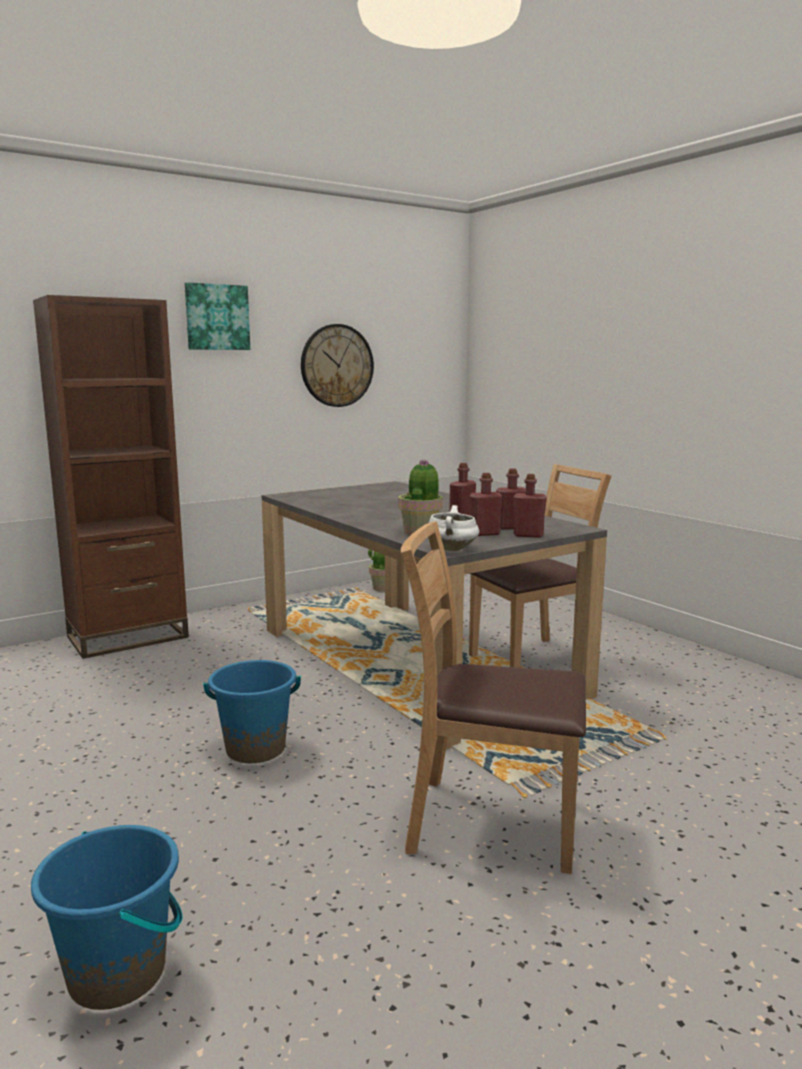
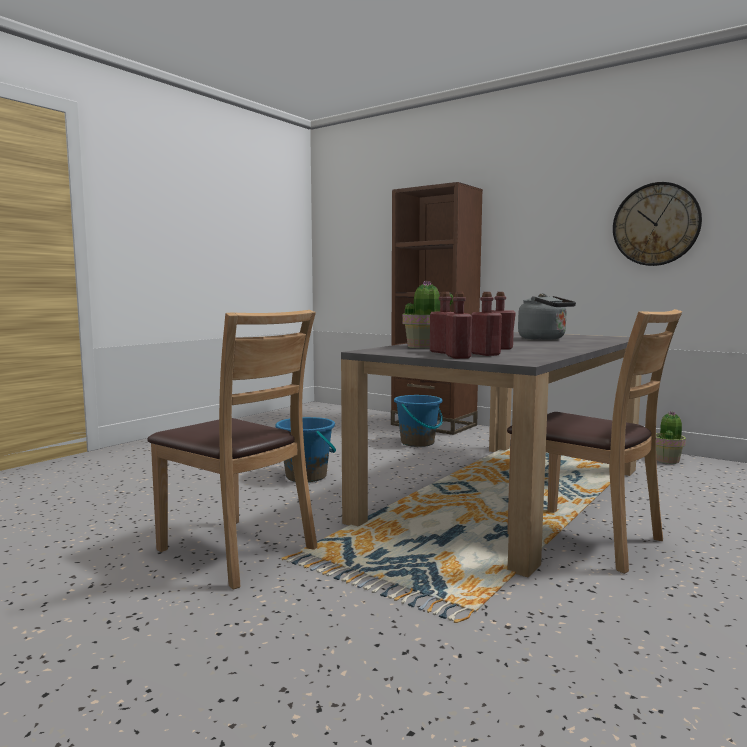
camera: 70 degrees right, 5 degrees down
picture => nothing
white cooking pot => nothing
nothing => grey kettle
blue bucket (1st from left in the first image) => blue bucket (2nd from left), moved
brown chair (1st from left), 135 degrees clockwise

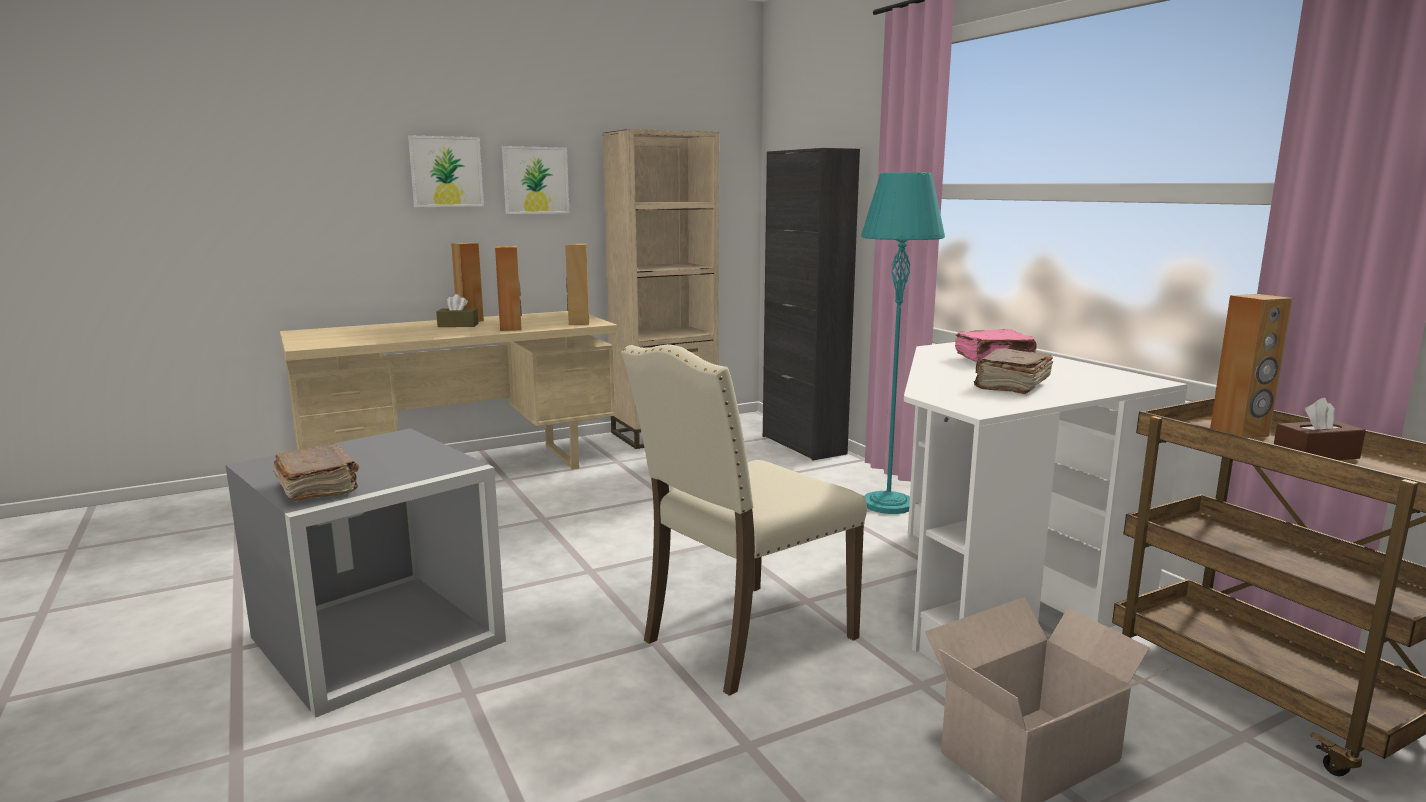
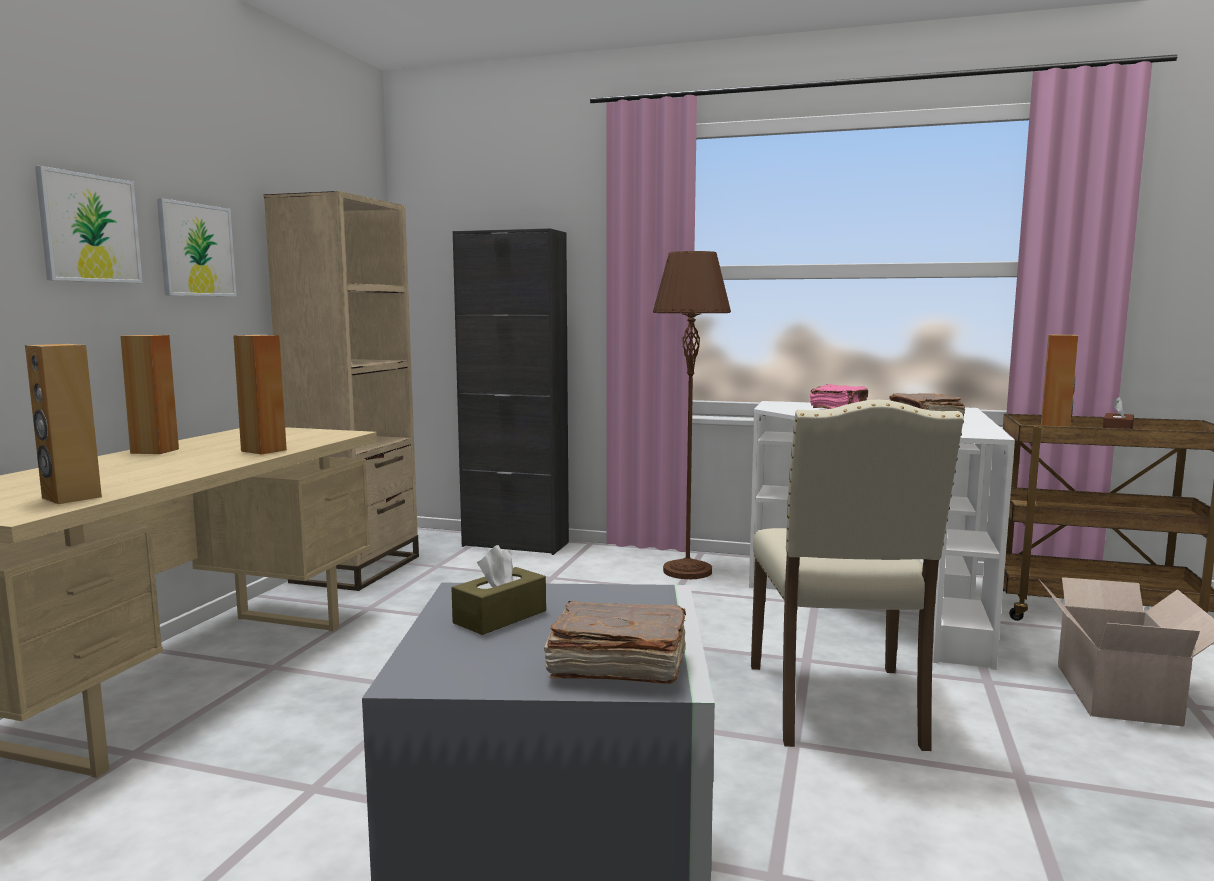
camera: 45 degrees left, 5 degrees down
brown tissue box (1st from left), moved
brown speaker (3rd from left in the first image) => brown speaker (1st from left), moved
turquoise floor lamp => brown floor lamp

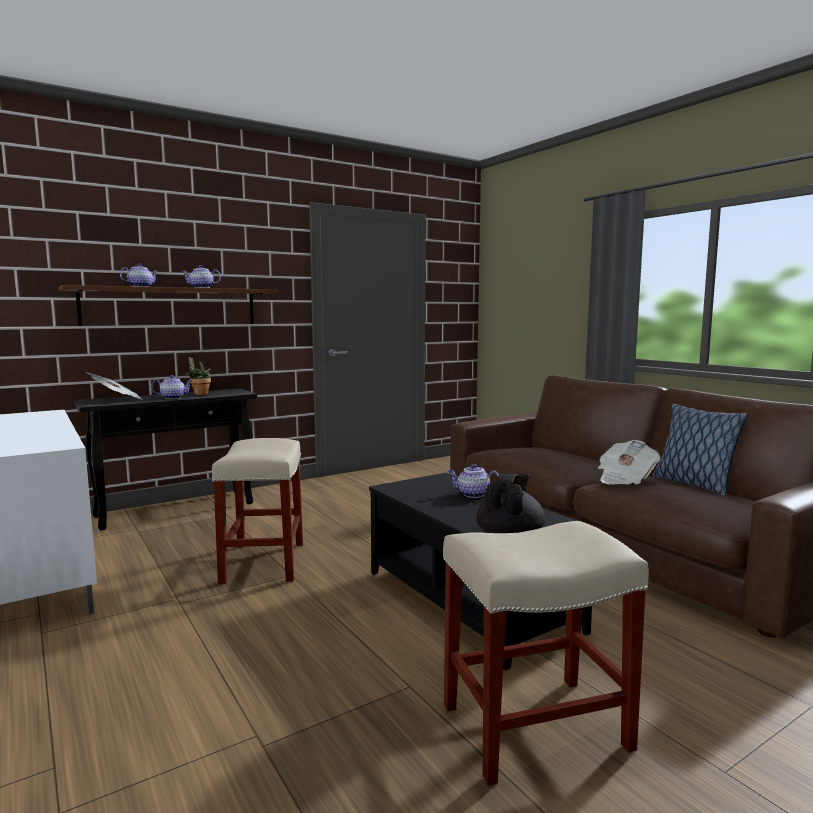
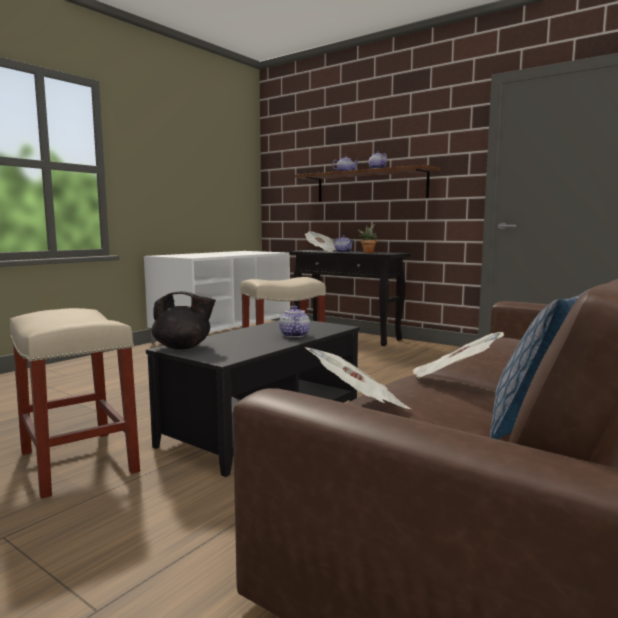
camera: 70 degrees right, 0 degrees up
nothing => newspaper (2nd from left)

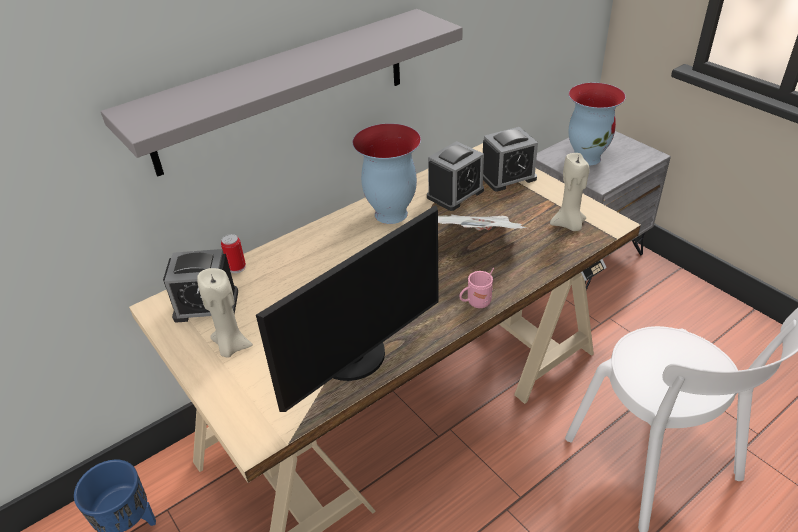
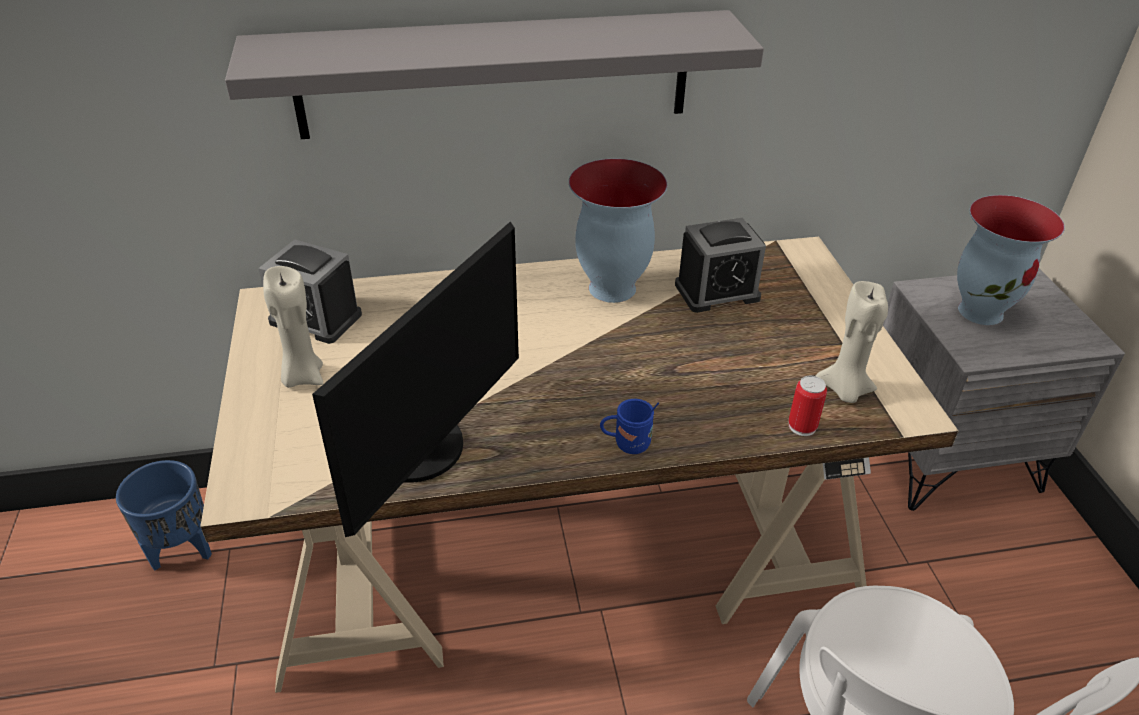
camera: 25 degrees right, 0 degrees up
newspaper => nothing
alarm clock (3rd from left) => nothing
can, moved
pink mug => blue mug
monitor, 45 degrees counterclockwise

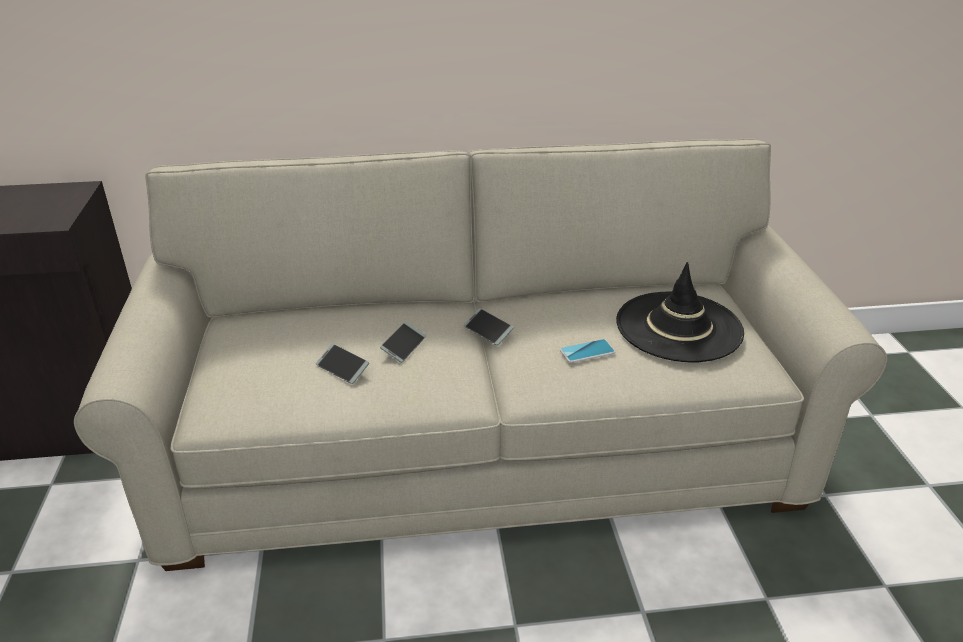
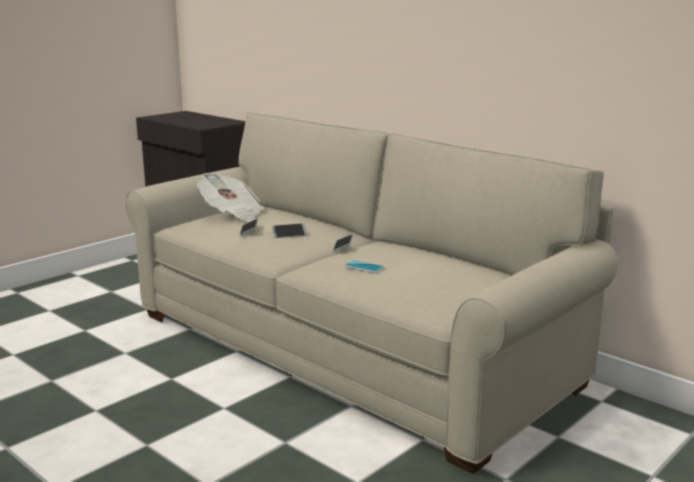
camera: 50 degrees right, 15 degrees down
black hat => nothing
nothing => newspaper

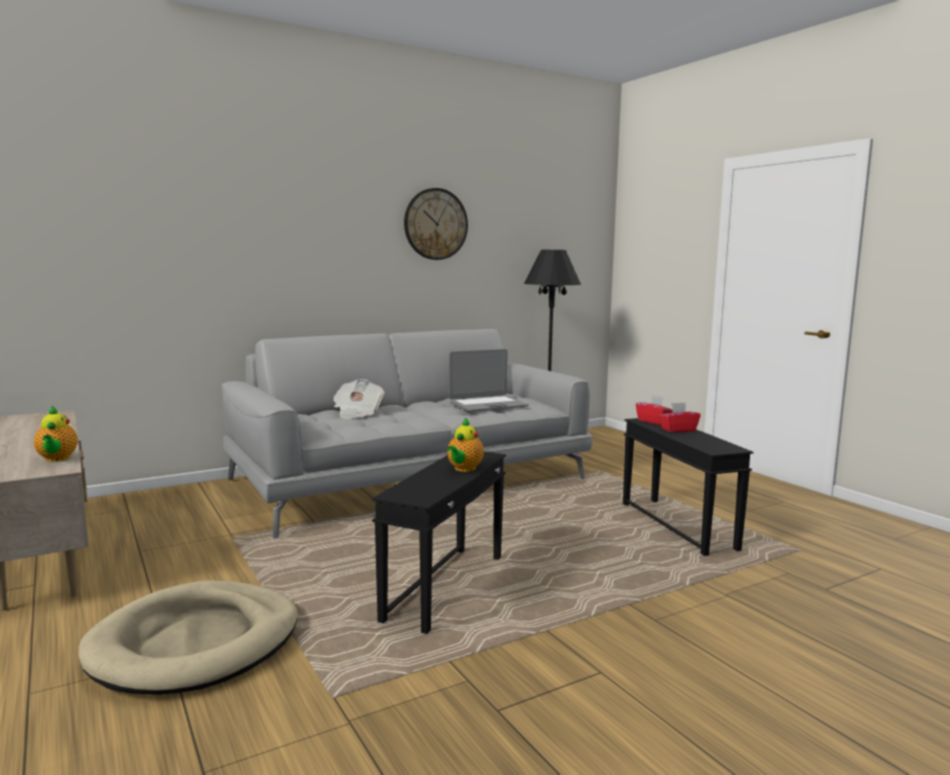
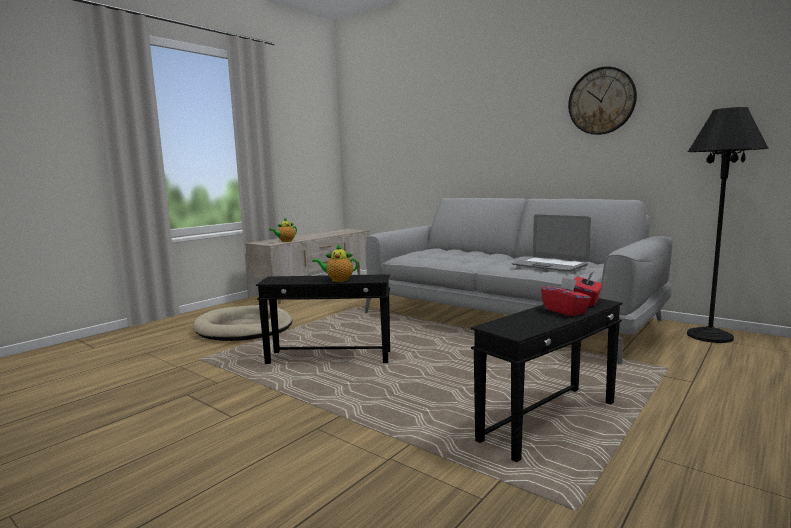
camera: 70 degrees right, 0 degrees up
newspaper => nothing

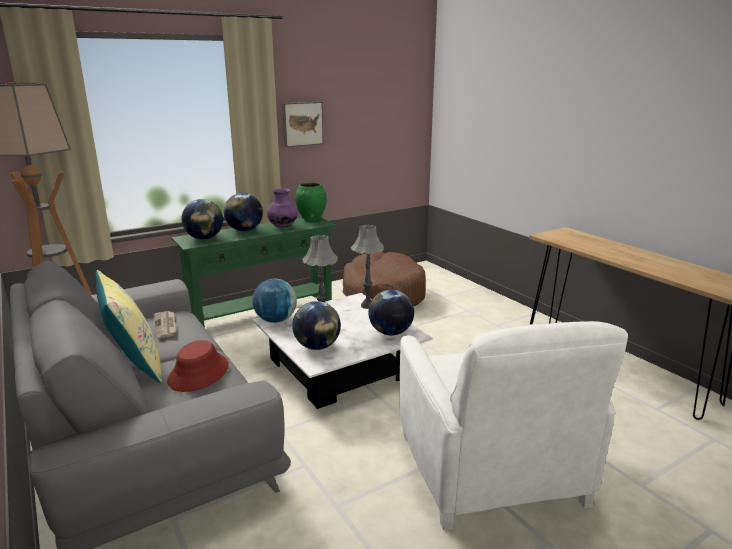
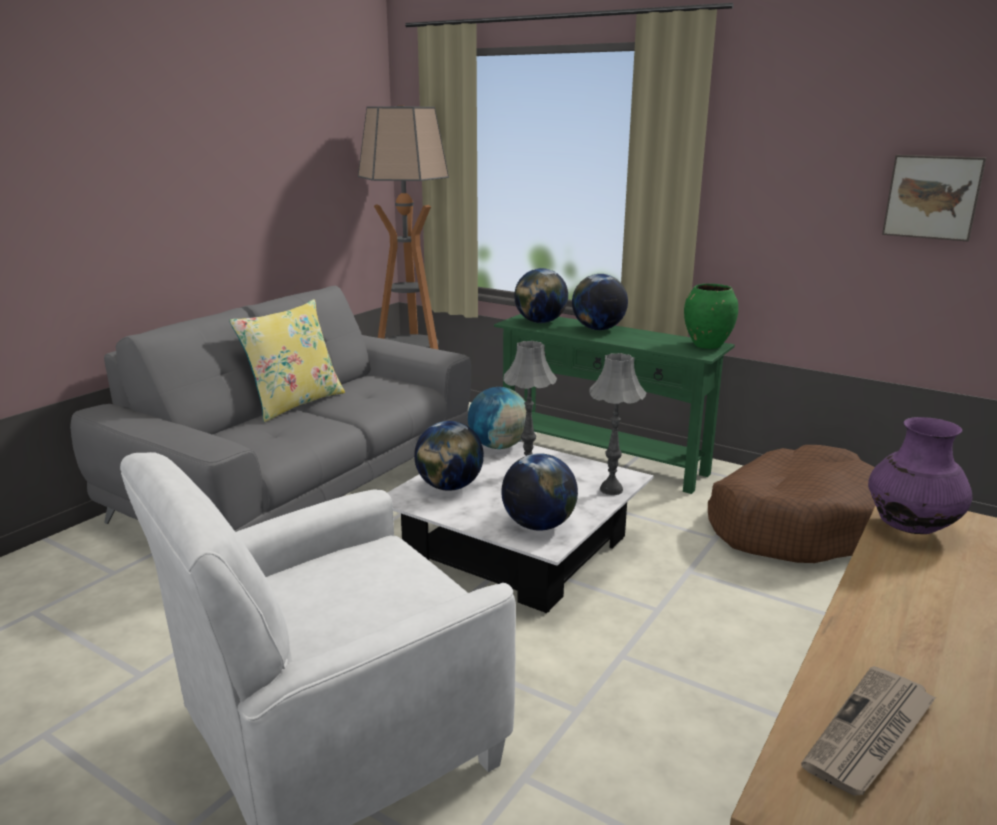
camera: 65 degrees right, 0 degrees up
red hat => nothing
newspaper, moved
purple vase, moved
picture, moved

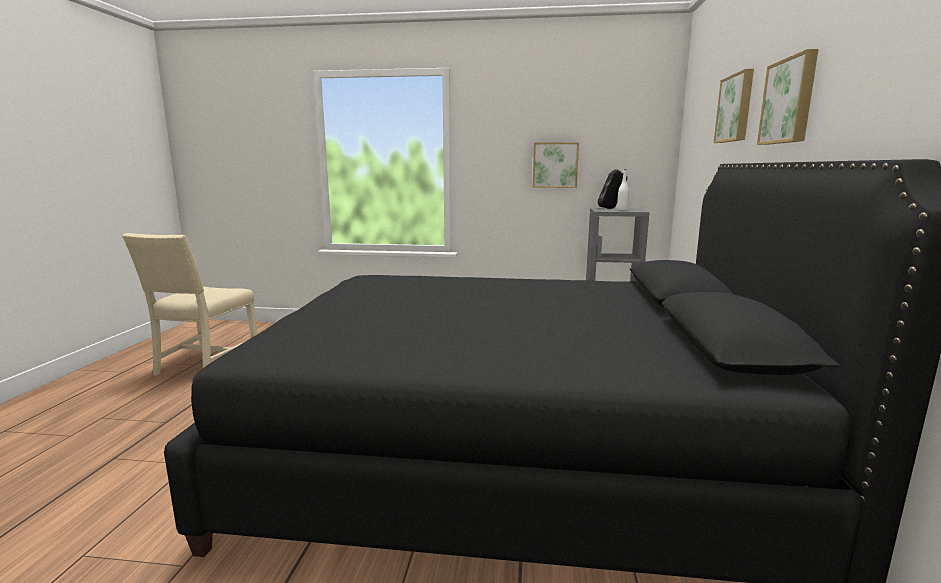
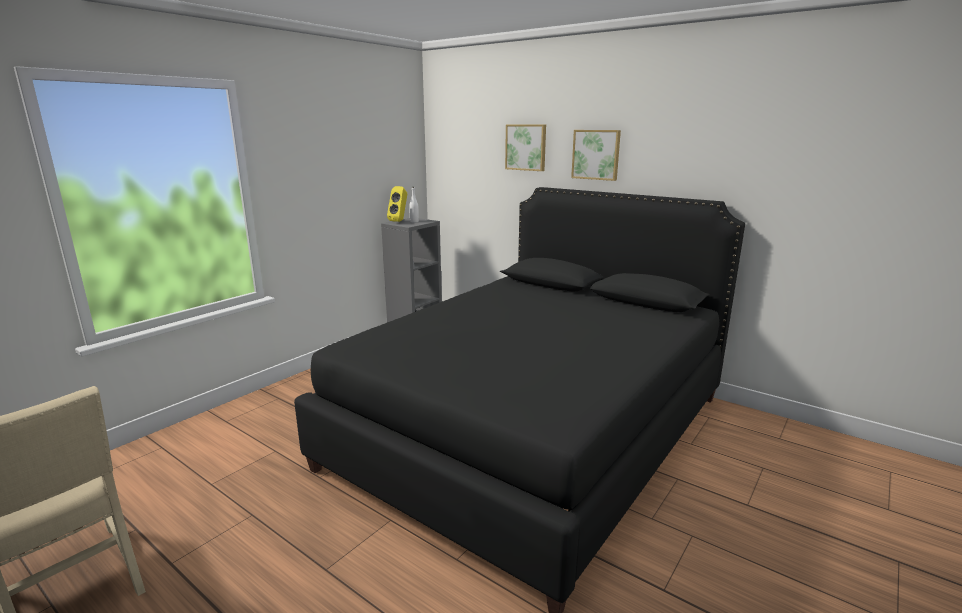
camera: 60 degrees left, 5 degrees up
picture (1st from left) => nothing
black speaker => yellow speaker

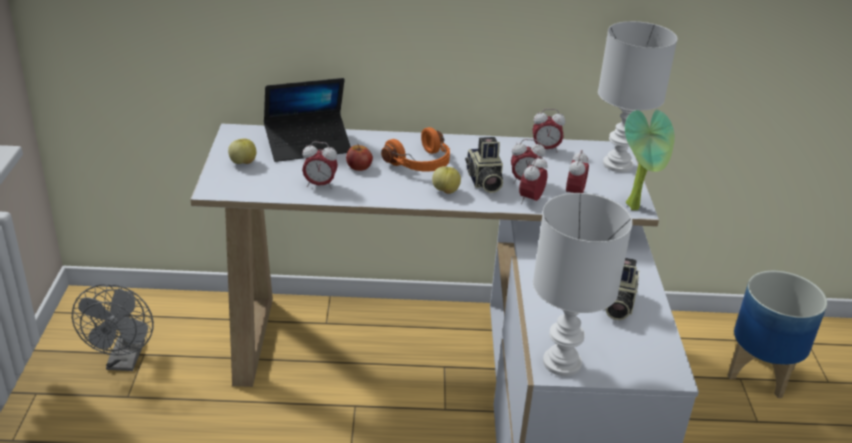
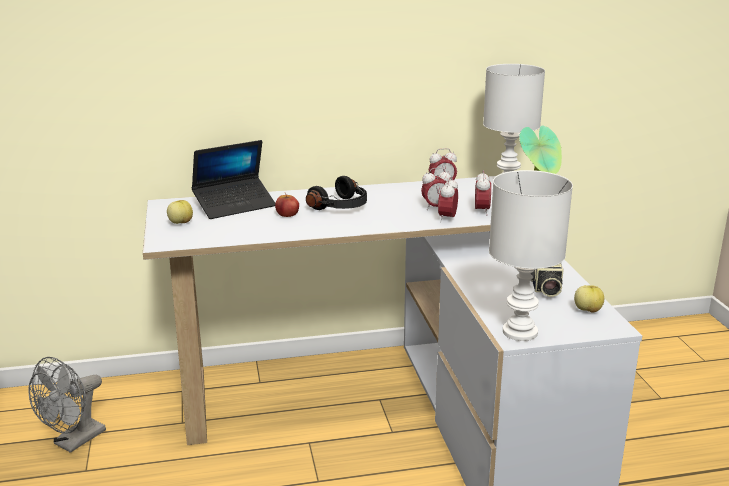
camera: 10 degrees left, 10 degrees down
alarm clock (1st from left) => nothing
photo camera (1st from left) => nothing
planter => nothing
apple (3rd from left), moved
orange headphones => black headphones
grey fan, 45 degrees clockwise

